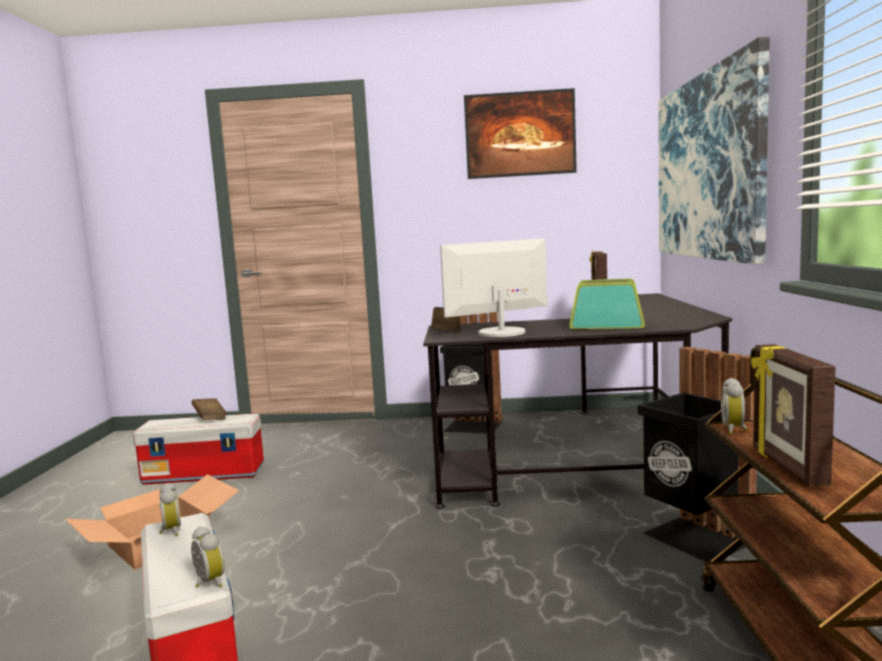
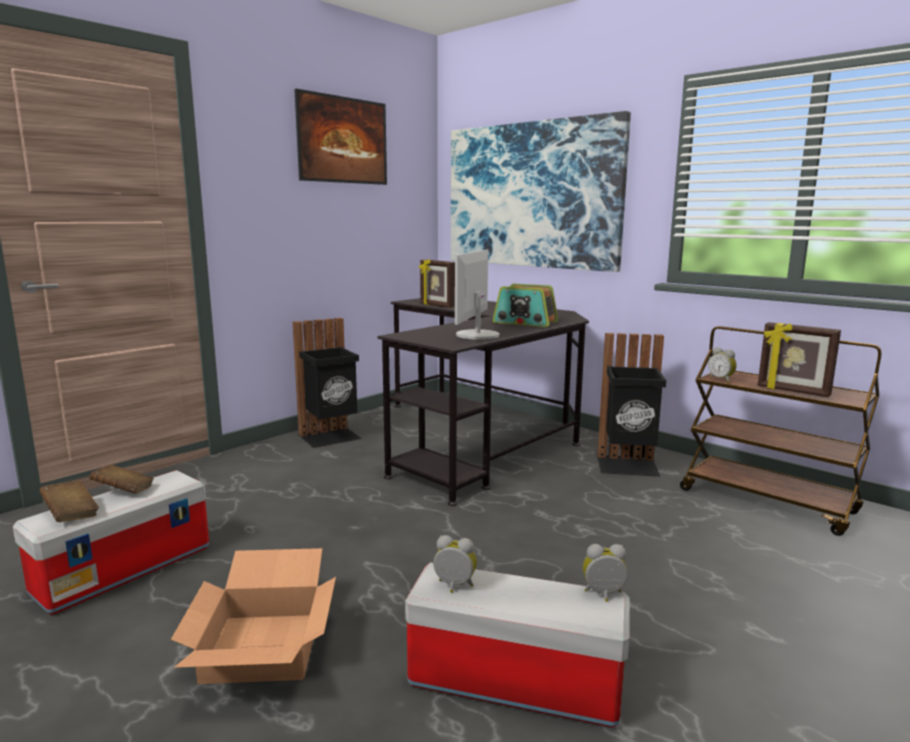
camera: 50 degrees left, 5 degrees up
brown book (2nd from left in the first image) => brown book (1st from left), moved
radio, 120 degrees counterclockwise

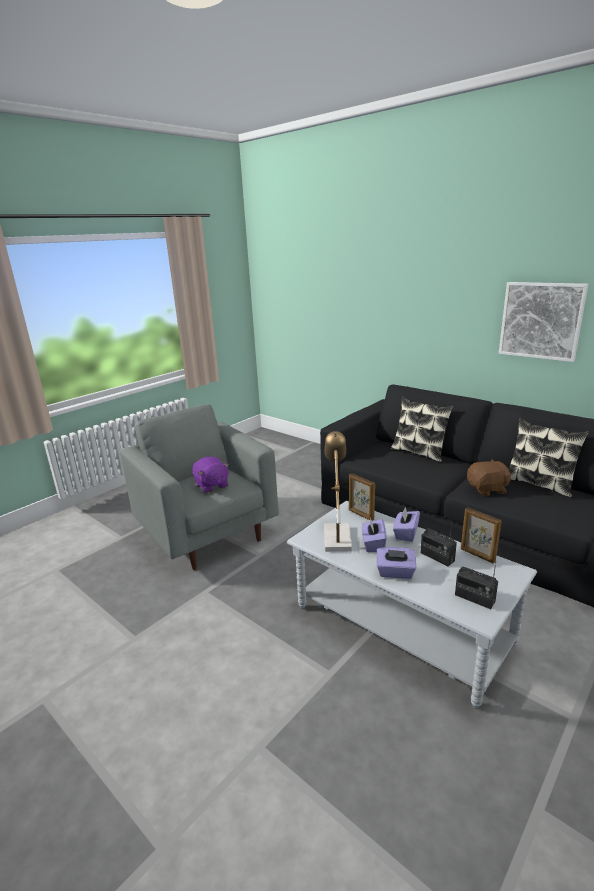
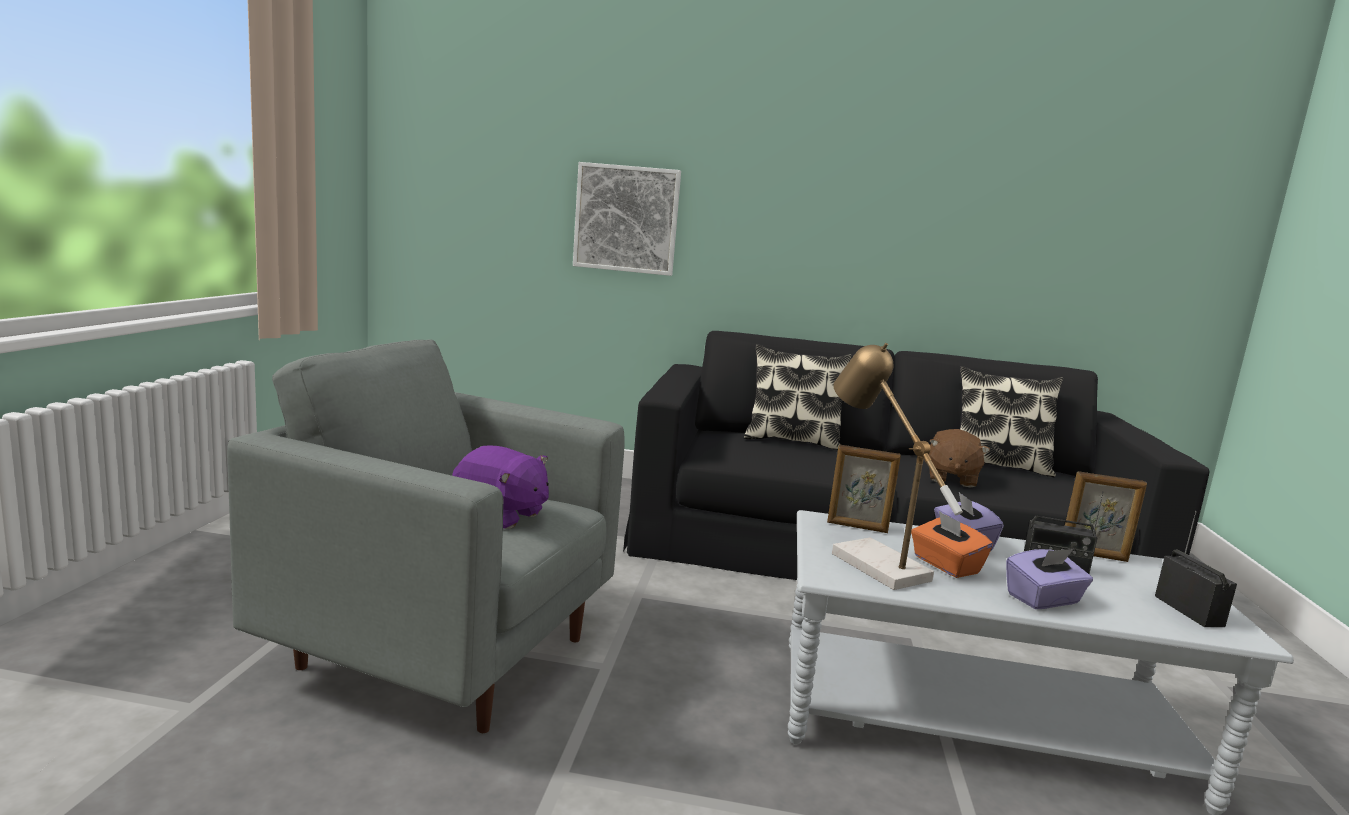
camera: 35 degrees left, 10 degrees down
picture, moved
purple tissue box (1st from left) => orange tissue box
radio (2nd from left), 105 degrees counterclockwise
brown plush toy, 150 degrees clockwise

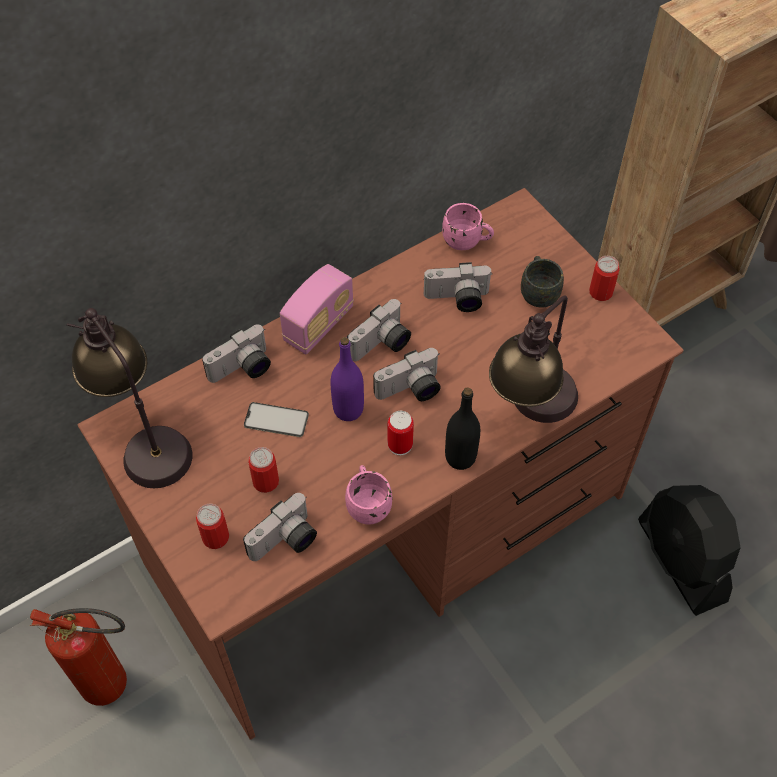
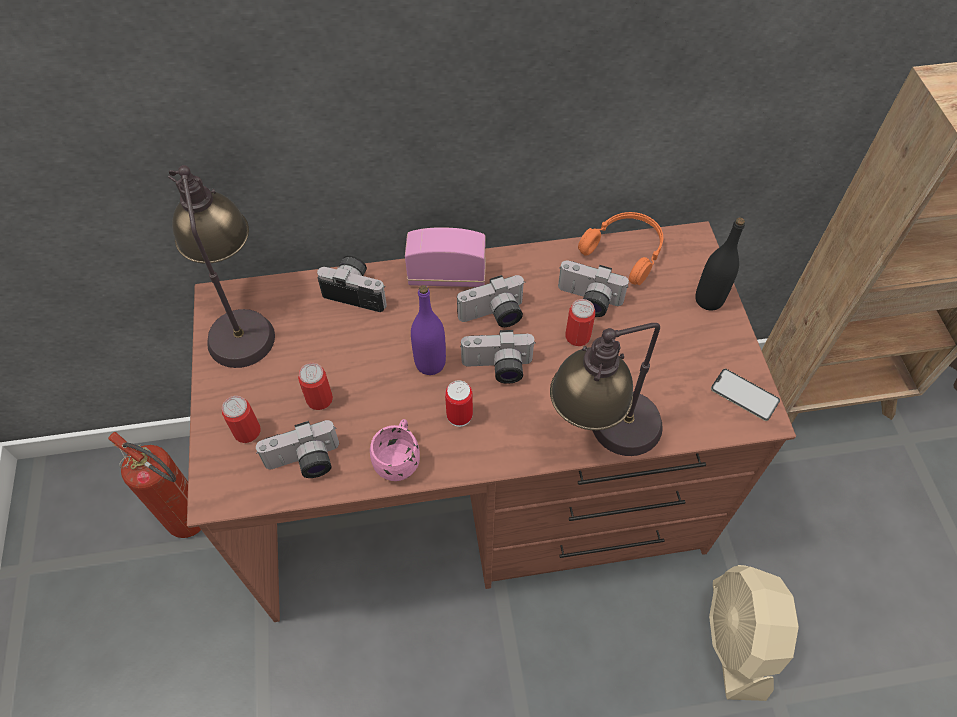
camera: 25 degrees right, 0 degrees up
grey mug => nothing
phone, moved
black bottle, moved
can (4th from left), moved
pink mug (2nd from left) => orange headphones
black fan => beige fan
photo camera (1st from left in the first image) => photo camera (2nd from left), 150 degrees counterclockwise
radio, 150 degrees counterclockwise

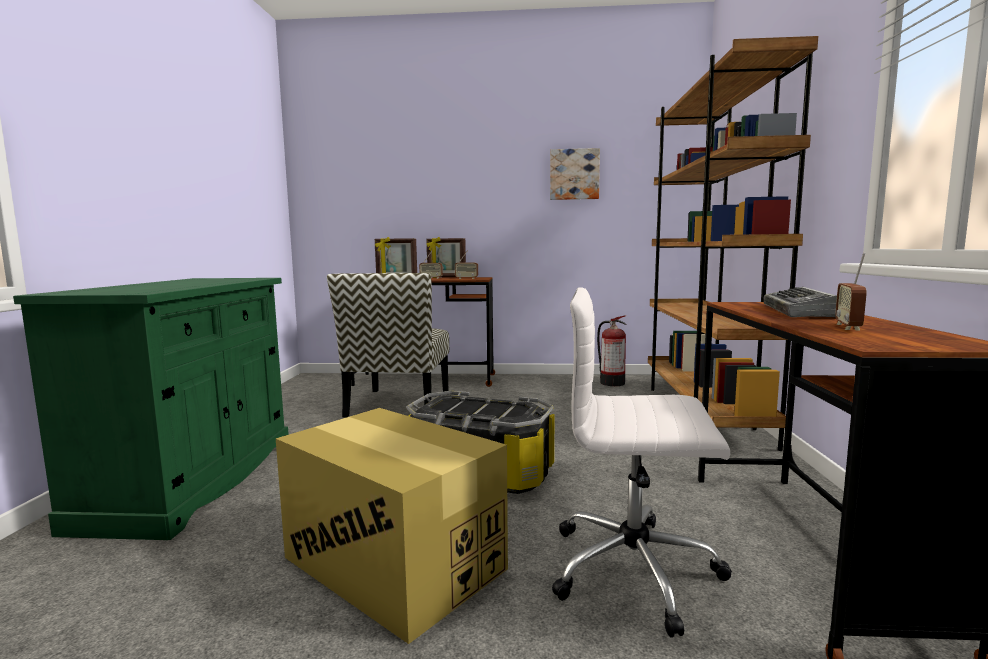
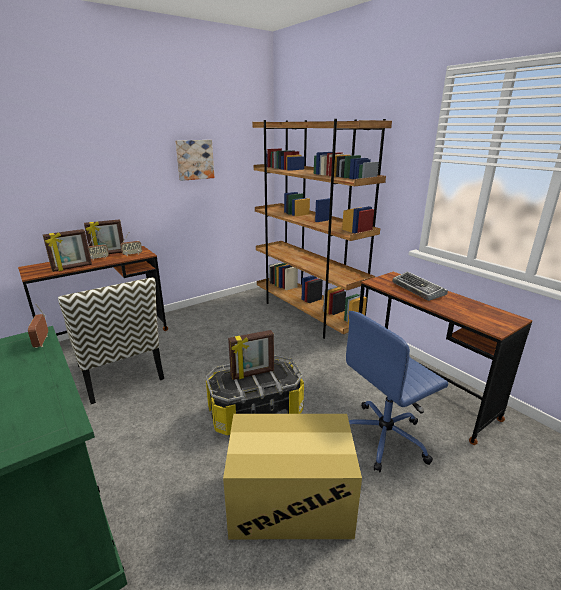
camera: 40 degrees left, 15 degrees up
fire extinguisher => nothing
nothing => picture frame (3rd from left)
radio (3rd from left in the first image) => radio (1st from left), moved
white office chair => blue office chair

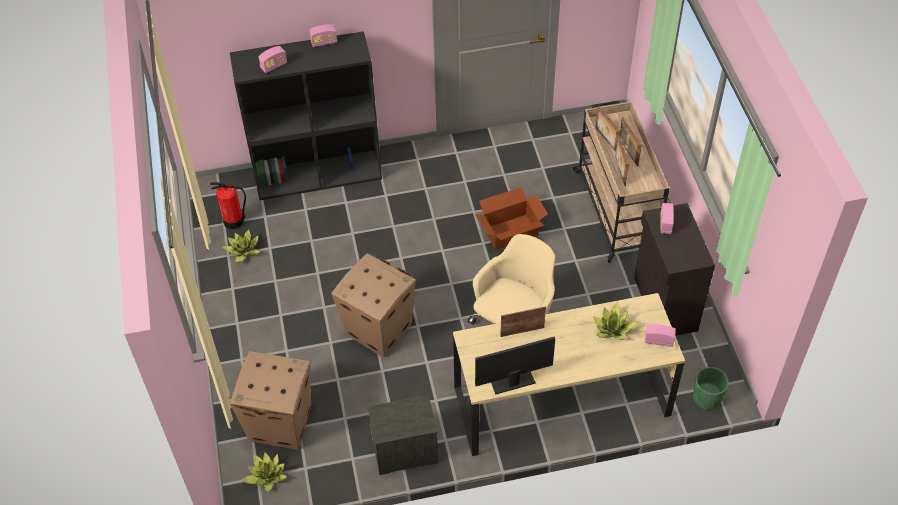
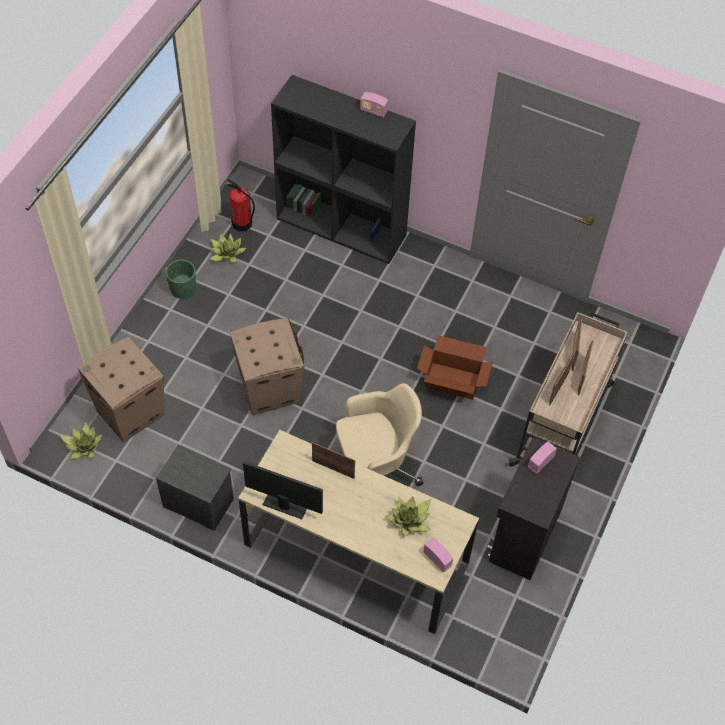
camera: 35 degrees right, 5 degrees up
radio (1st from left) => nothing
green planter, moved

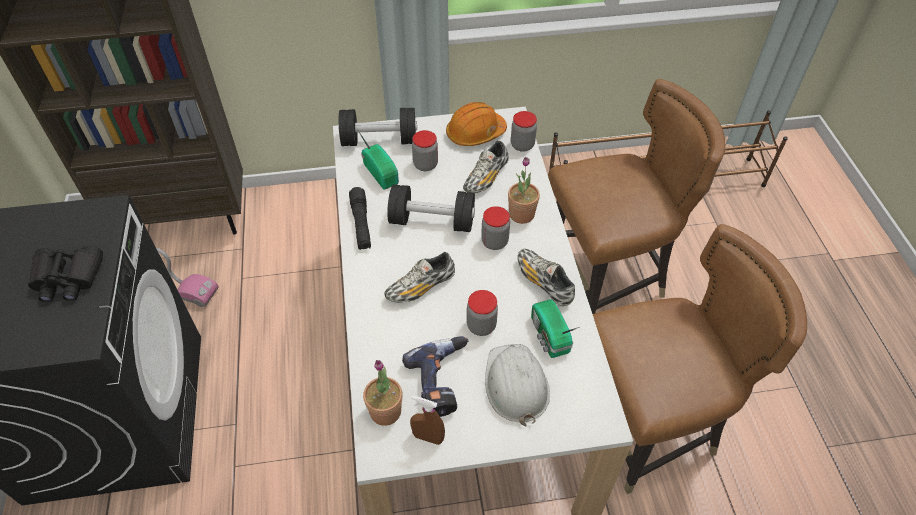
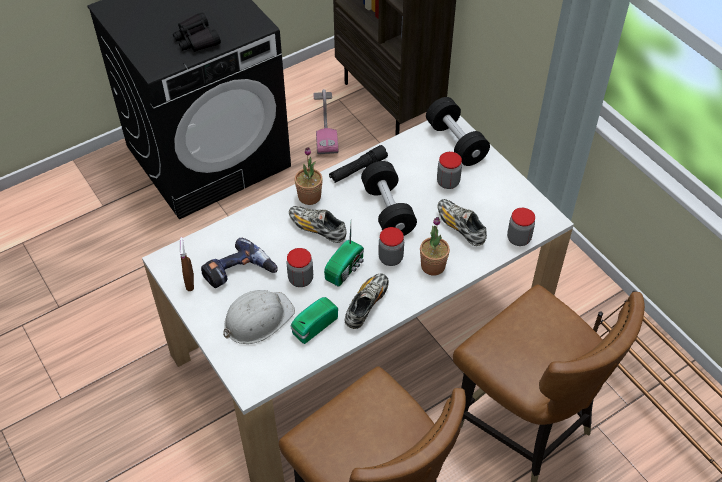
camera: 65 degrees right, 0 degrees up
orange hard hat => nothing
radio (1st from left in the first image) => radio (2nd from left), moved
potted plant (1st from left), moved
shoe (2nd from left in the first image) => shoe (3rd from left), 45 degrees clockwise

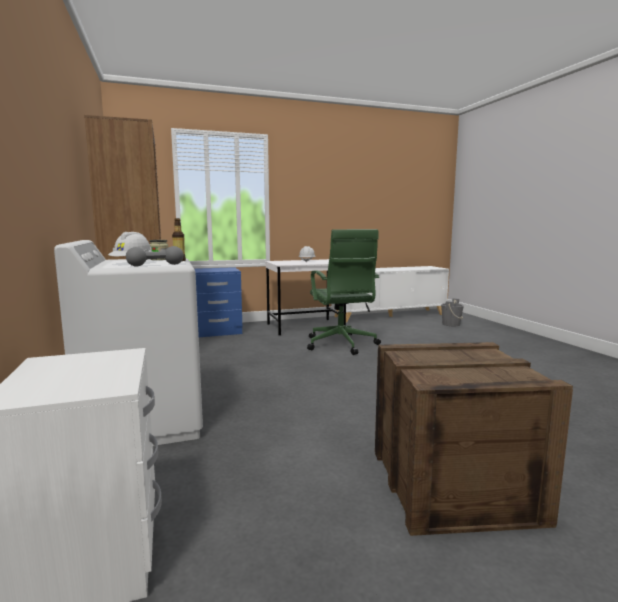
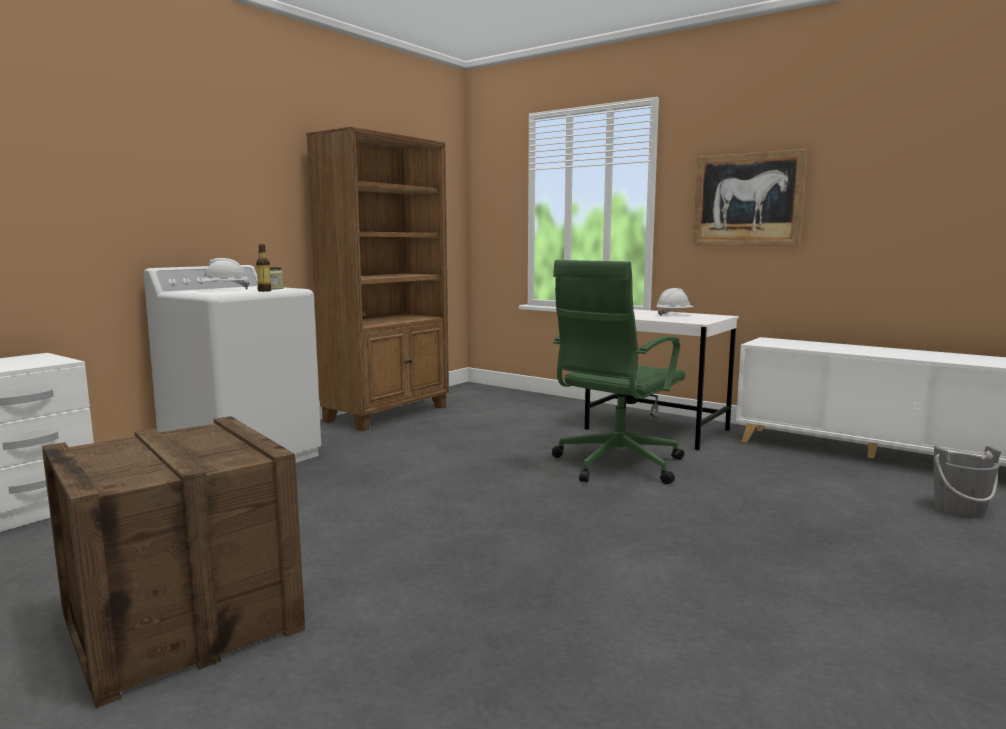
camera: 55 degrees right, 0 degrees up
grey dumbbell => nothing
blue nightstand => nothing
nothing => picture

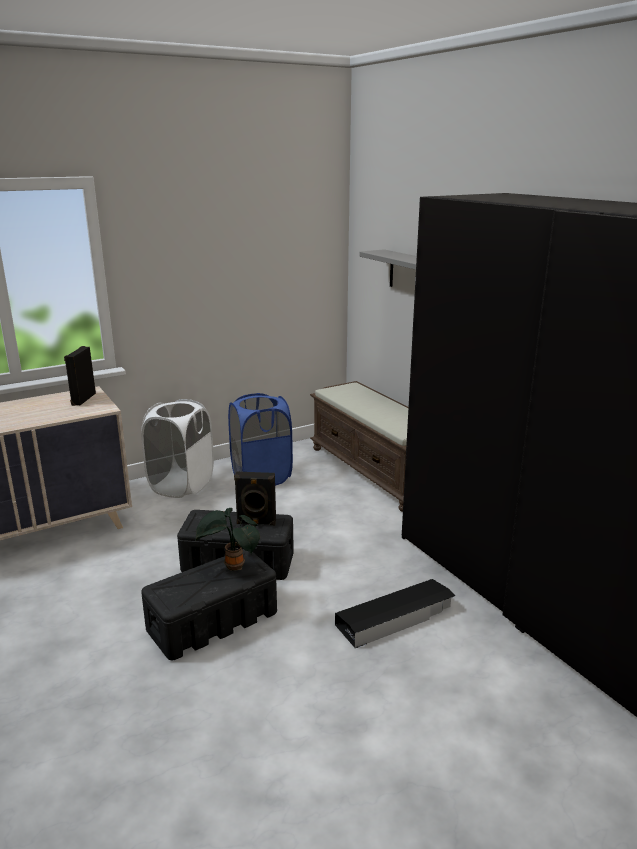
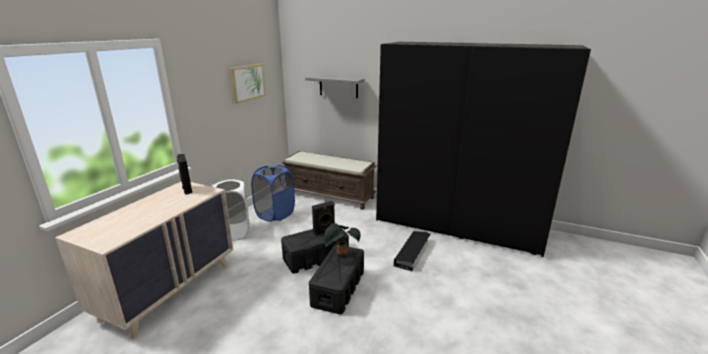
camera: 35 degrees left, 0 degrees up
nothing => picture

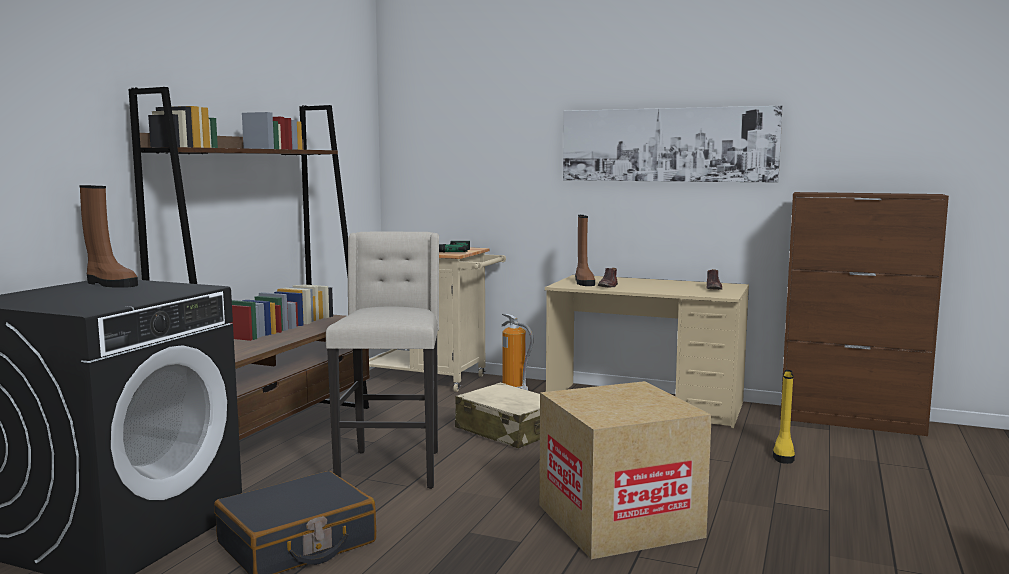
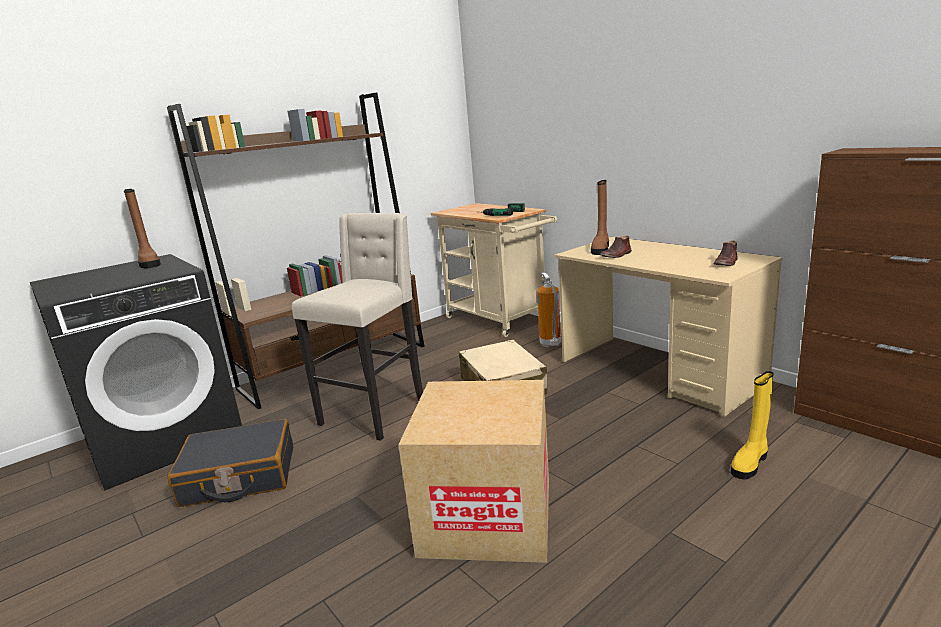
camera: 30 degrees right, 10 degrees up
picture => nothing

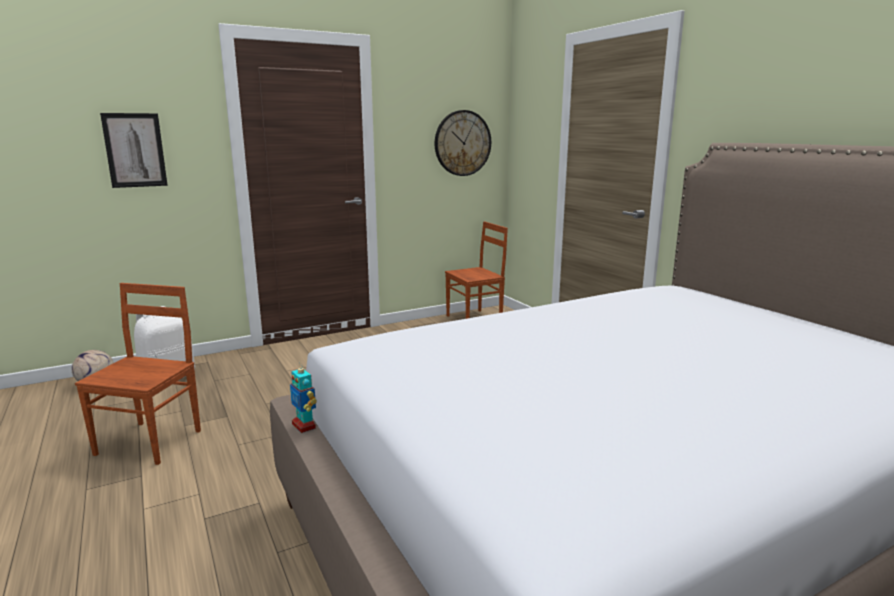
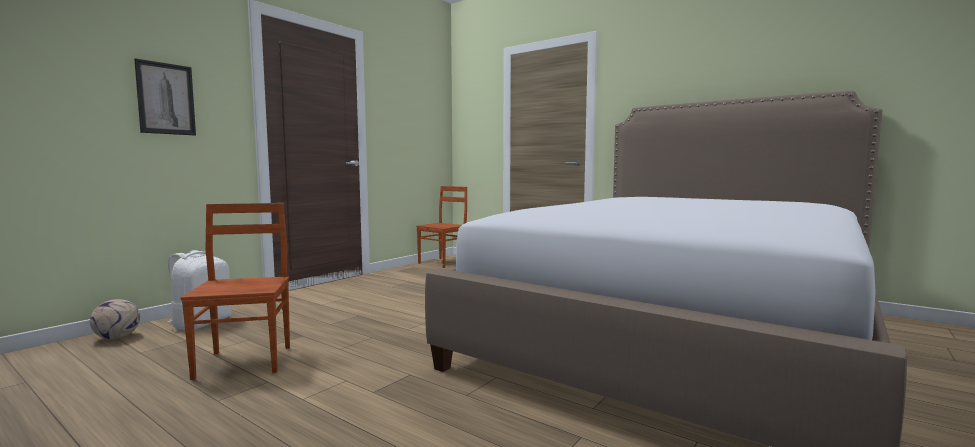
camera: 25 degrees left, 10 degrees down
toy robot => nothing
wall clock => nothing

